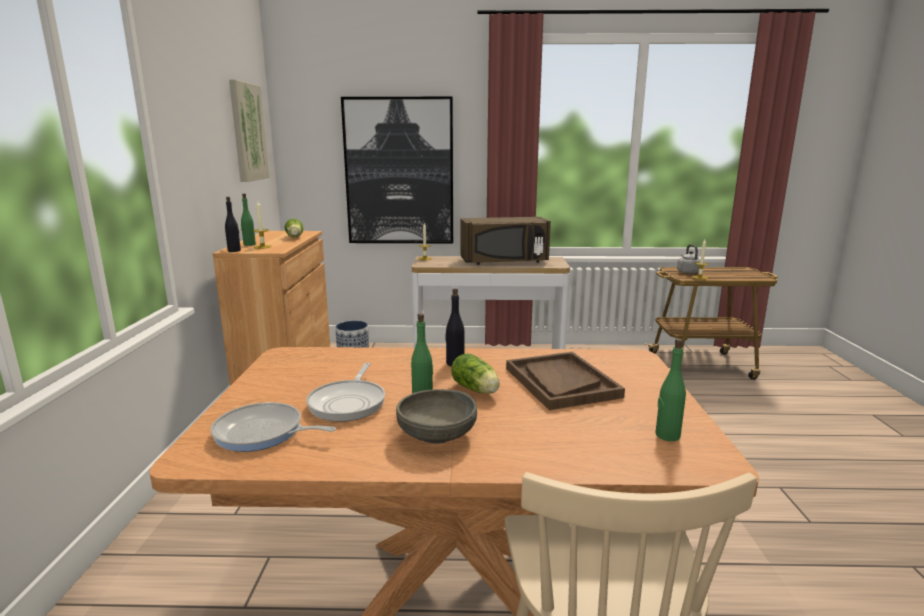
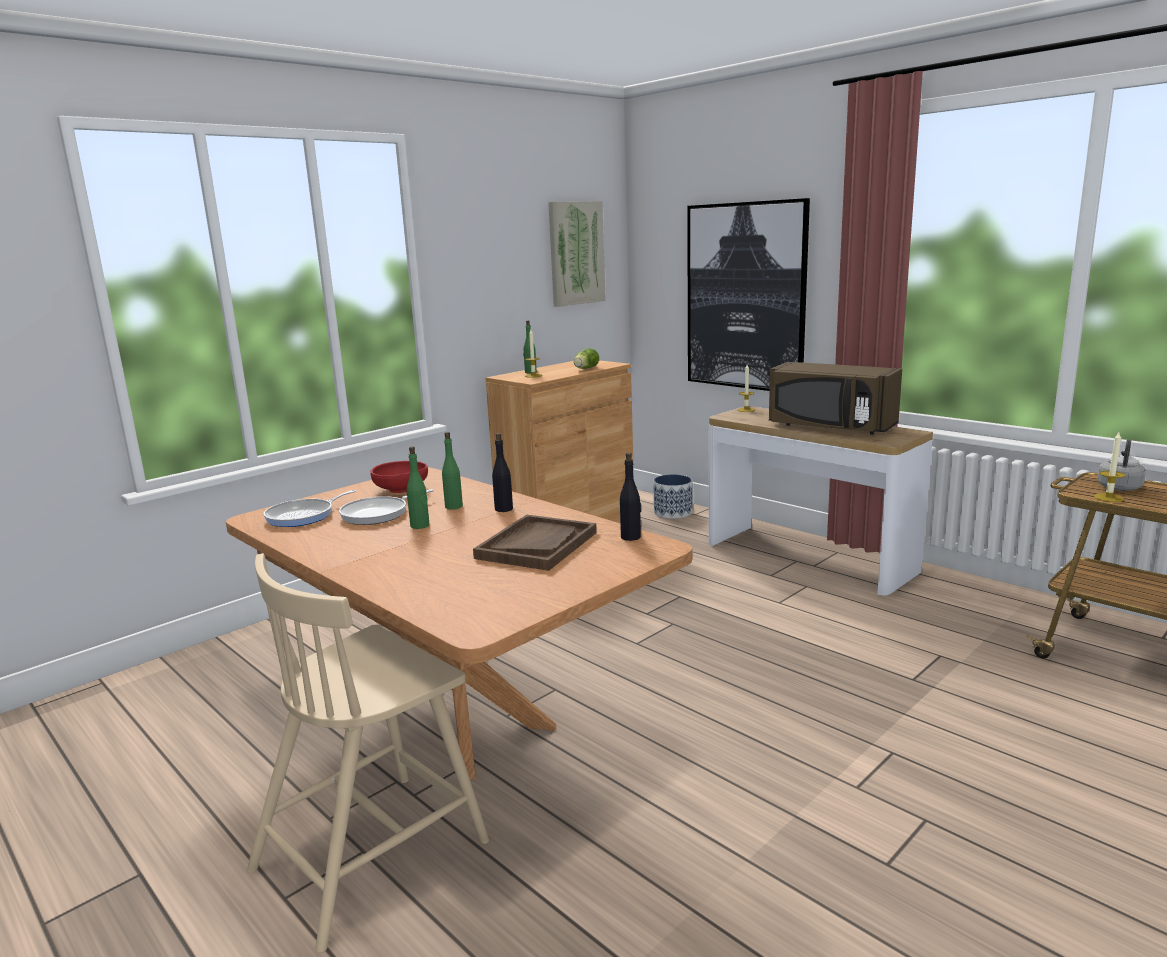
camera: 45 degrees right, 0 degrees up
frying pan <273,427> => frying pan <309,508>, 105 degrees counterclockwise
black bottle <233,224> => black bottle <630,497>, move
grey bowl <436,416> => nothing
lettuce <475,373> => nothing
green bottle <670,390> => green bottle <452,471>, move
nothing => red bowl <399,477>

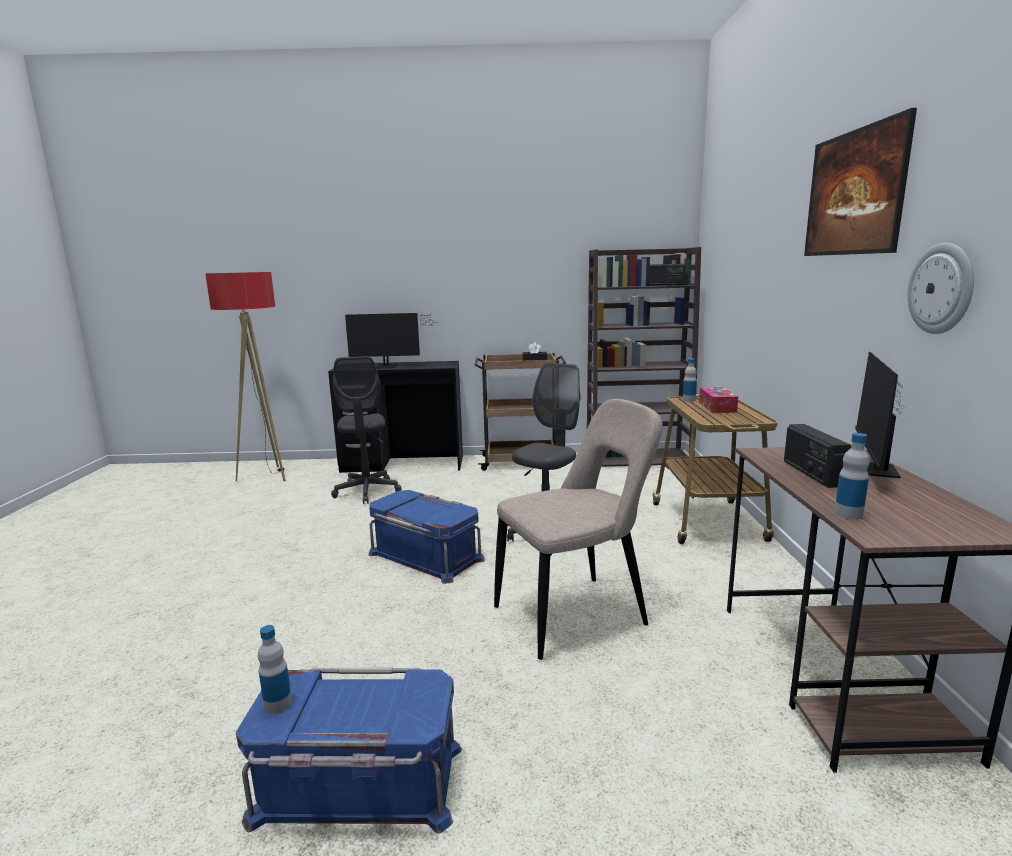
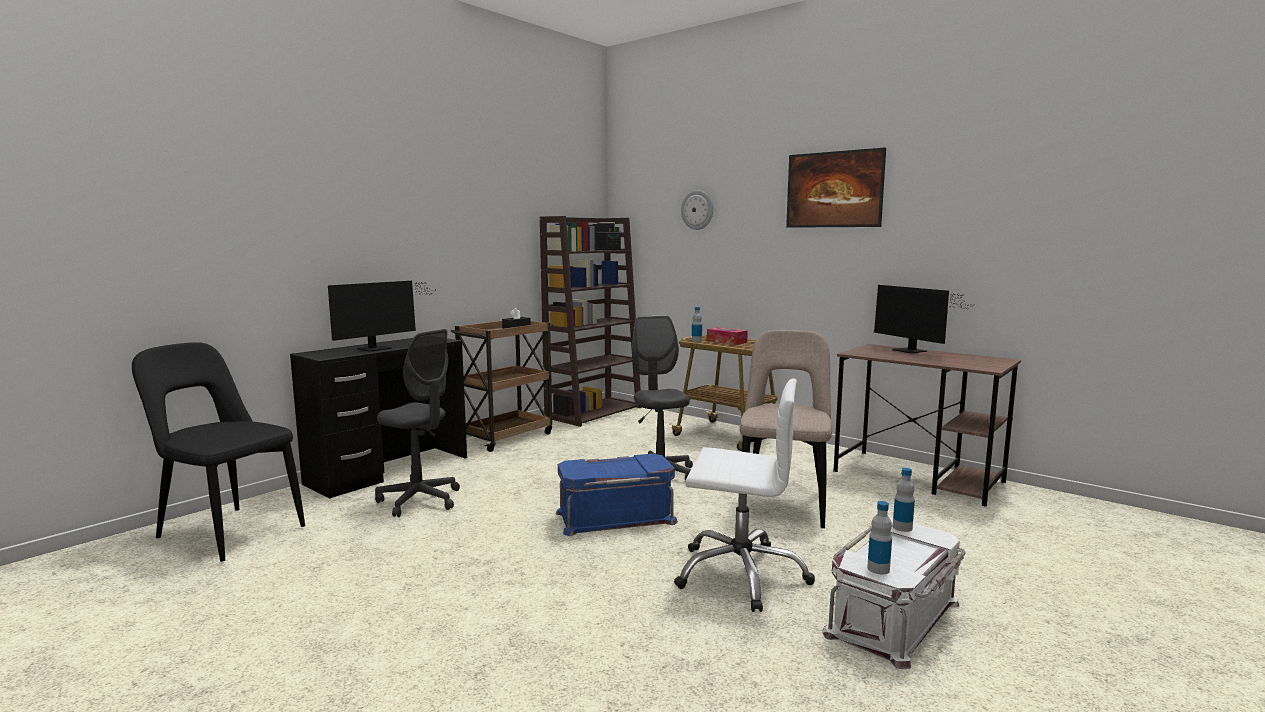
camera: 50 degrees left, 5 degrees down
floor lamp <245,376> => black chair <218,452>
blue storage box <349,751> => white storage box <894,594>
radio <817,456> => nothing
bottle <852,476> => bottle <904,500>, move
wall clock <941,288> => wall clock <697,210>, move
nothing => white office chair <744,495>

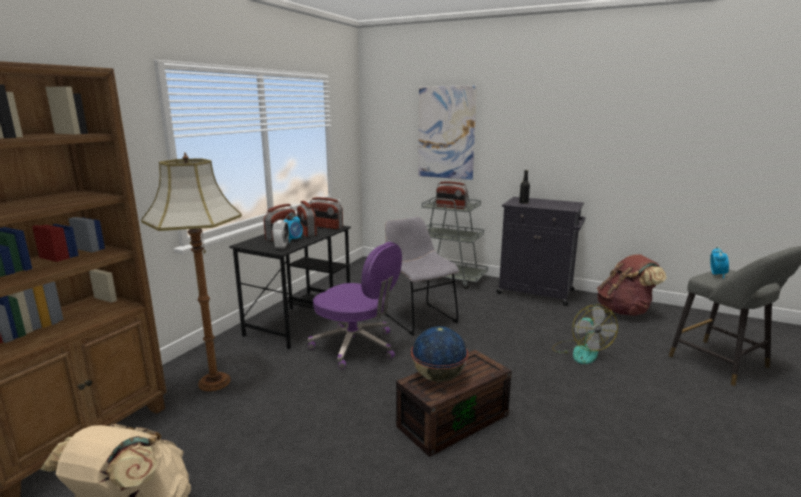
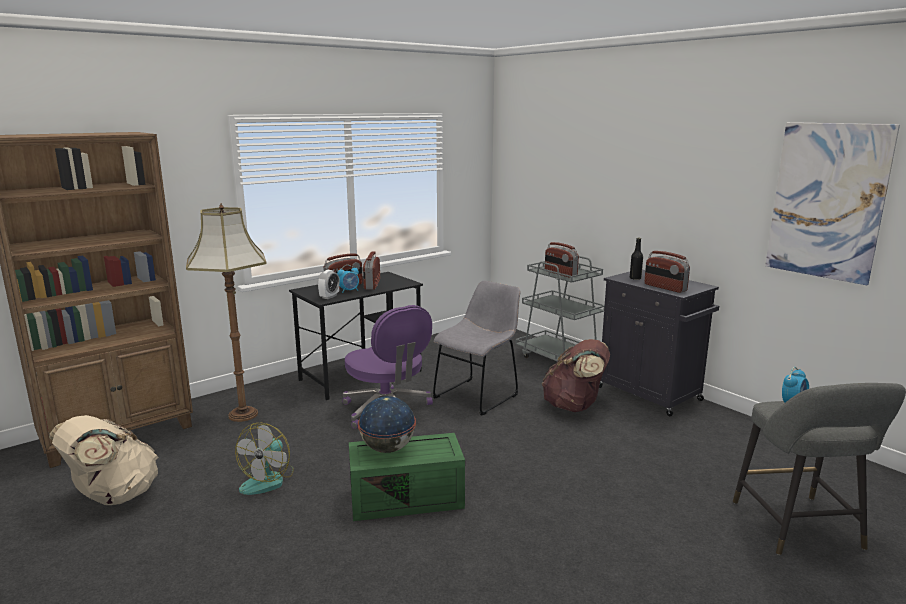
camera: 25 degrees right, 0 degrees up
radio <326,213> => radio <667,272>, move
grey chair <422,276> => grey chair <476,348>, 45 degrees clockwise
brown storage box <454,403> => green storage box <407,477>
picture <447,132> => picture <832,203>, move
fan <585,334> => fan <264,459>, move
brown backpack <632,285> => brown backpack <576,375>, move

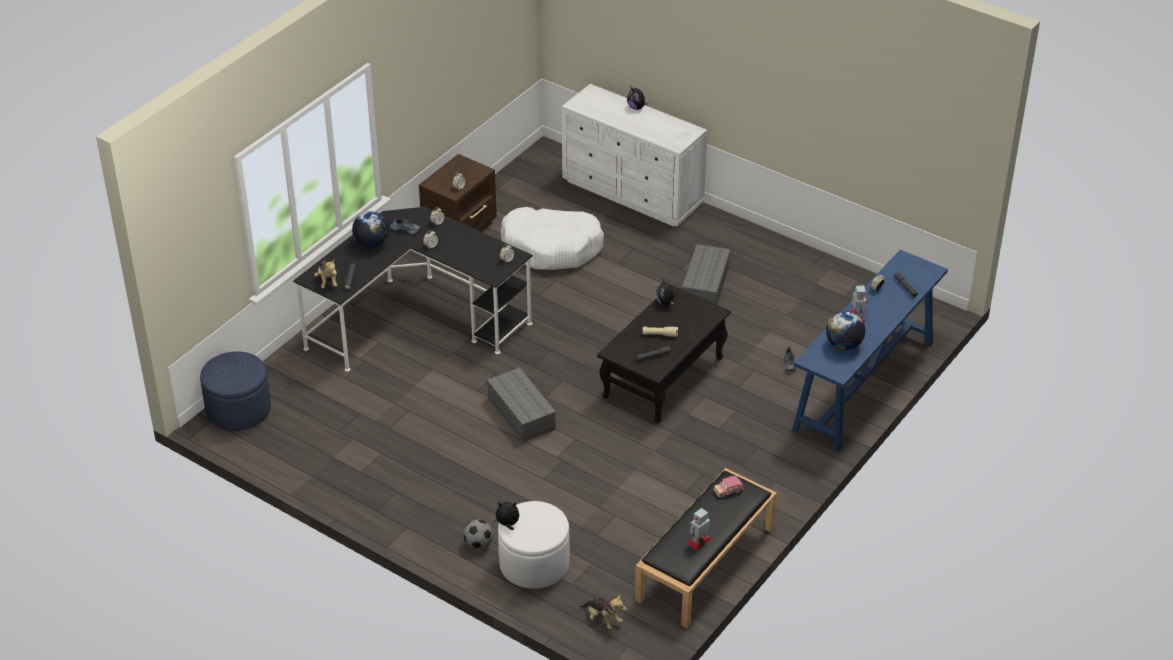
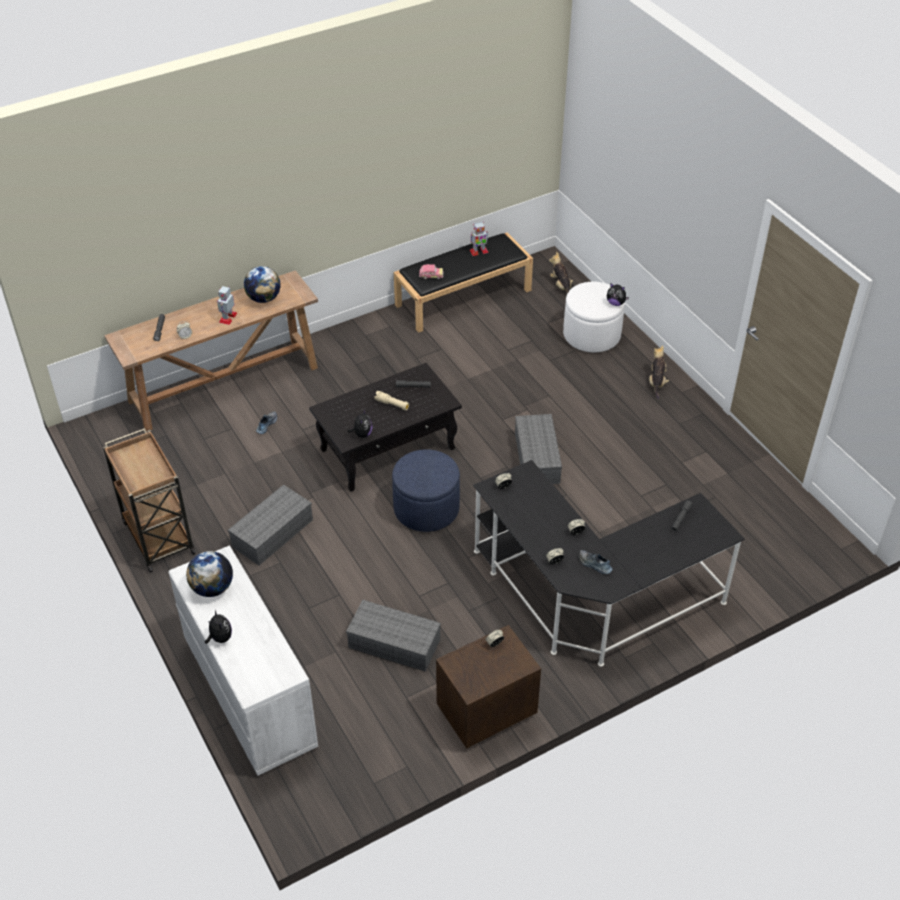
camera: 155 degrees left, 5 degrees up
blue ottoman <235,391> => blue ottoman <426,490>, move
plush toy <325,273> => plush toy <659,372>, move
globe <370,229> => globe <209,574>, move
football <478,534> => nothing
white dog bed <552,238> => grey storage box <393,636>
blue console table <870,351> => brown console table <211,350>
nothing => brown cart <149,500>

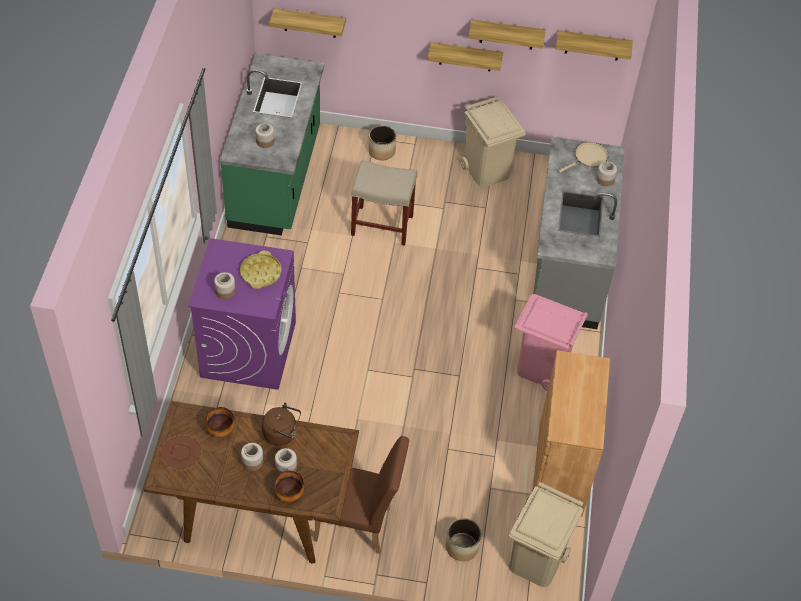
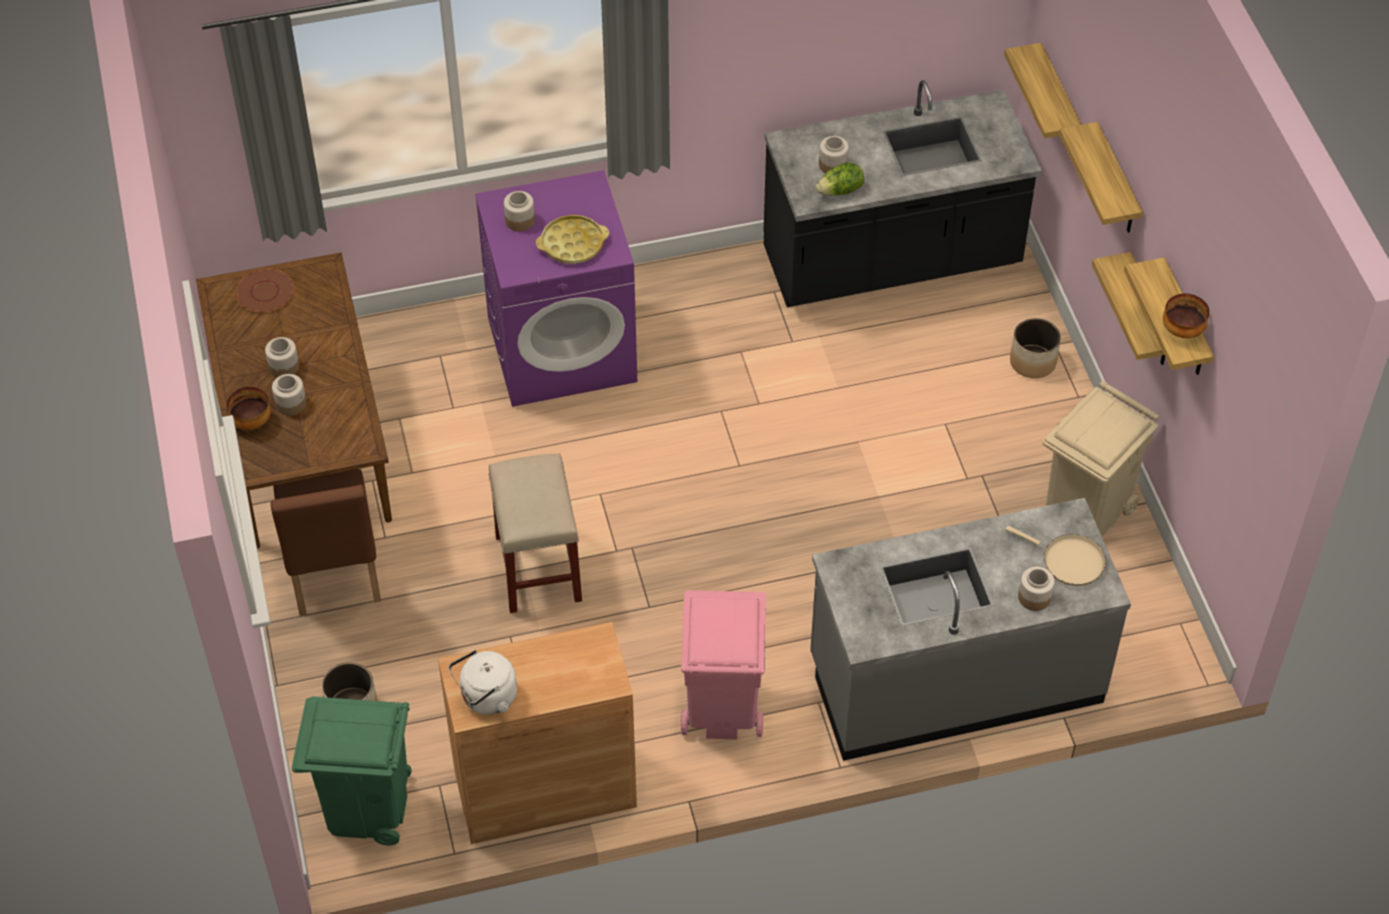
camera: 70 degrees right, 0 degrees up
bowl <220,422> => bowl <1186,316>, move
green counter <272,145> => black counter <903,193>
brown kettle <281,424> => nothing
beige stool <384,203> => beige stool <535,533>, move
beige trash can <546,534> => green trash can <352,771>
shelf <594,45> => shelf <1101,177>, move
nothing => white kettle <483,682>
nothing => lettuce <840,179>

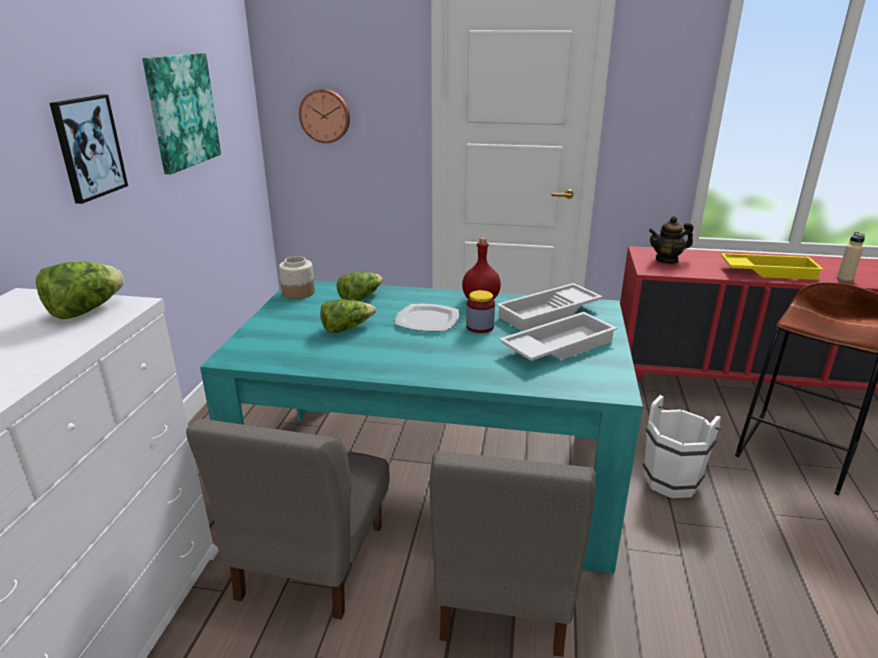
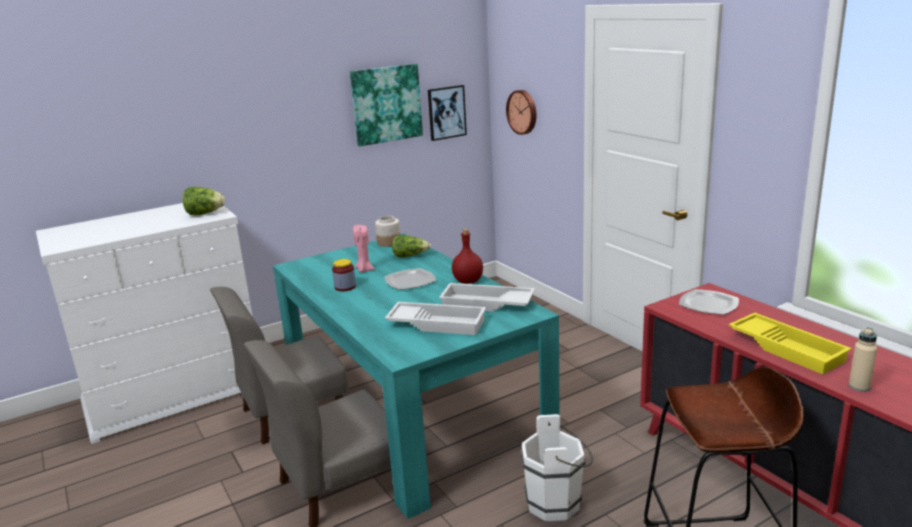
camera: 50 degrees right, 5 degrees down
picture <88,149> => picture <447,113>, move
lettuce <348,316> => pink candle <364,249>
jar <480,311> => jar <344,275>, move
teapot <671,240> => plate <709,302>

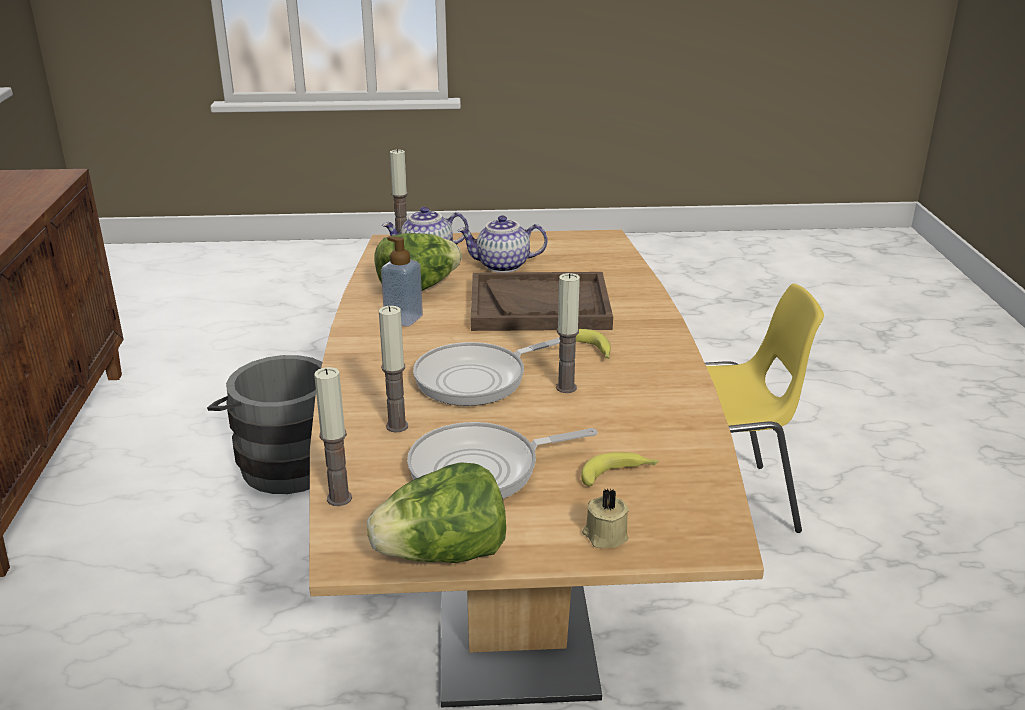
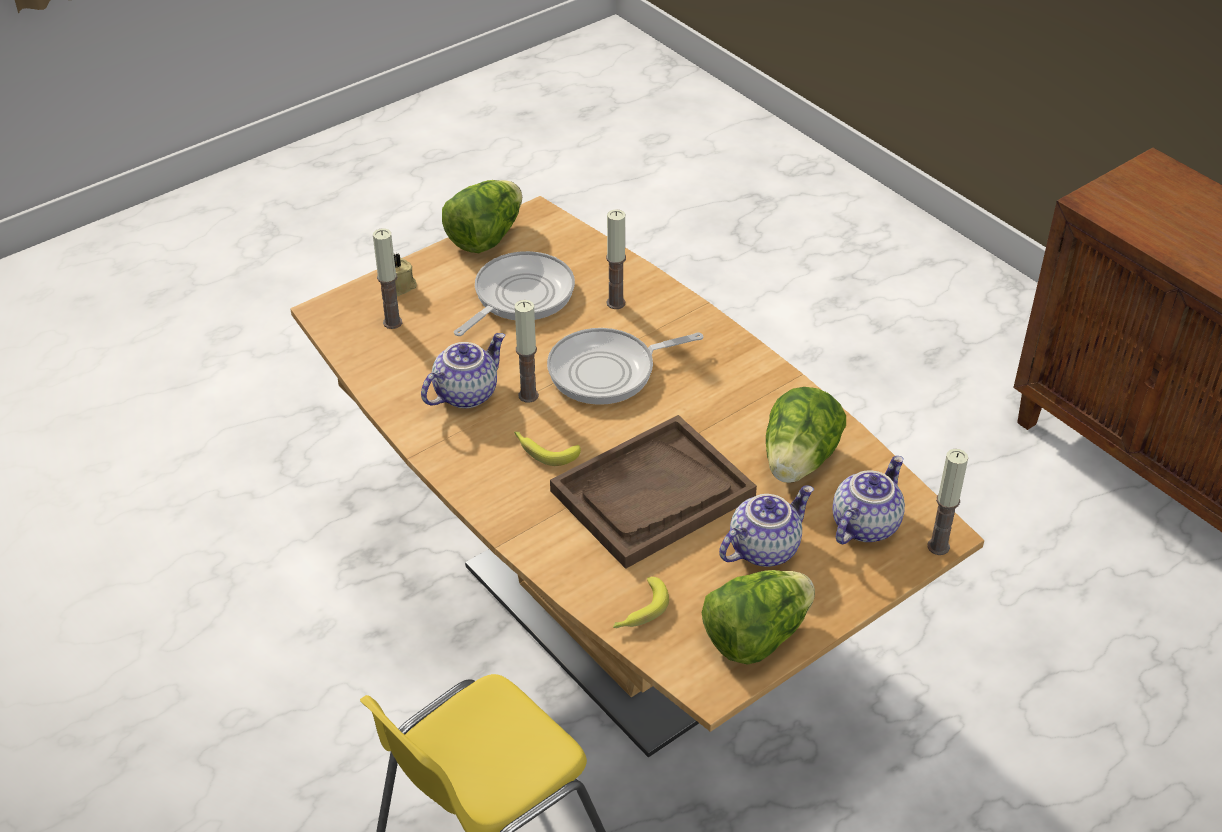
camera: 145 degrees right, 15 degrees up
grey bucket <264,424> => nothing
candle <333,436> => candle <387,278>, move
soap dispenser <402,281> => nothing
frying pan <486,371> => frying pan <625,366>, 135 degrees counterclockwise
banana <620,469> => banana <641,602>, move
nothing => teapot <463,370>
nothing => lettuce <758,617>

